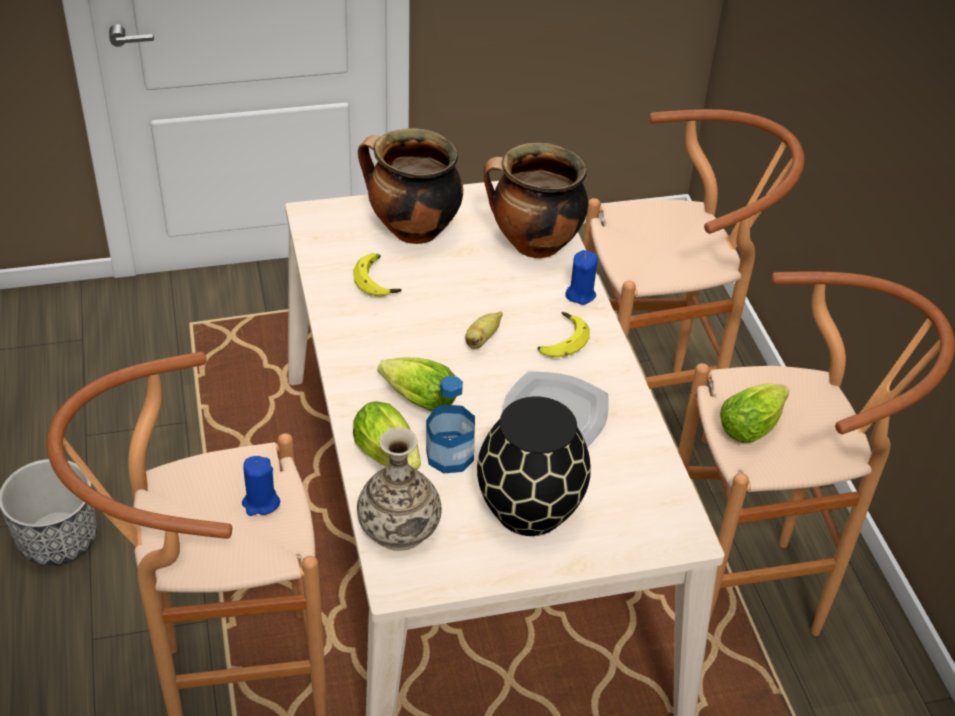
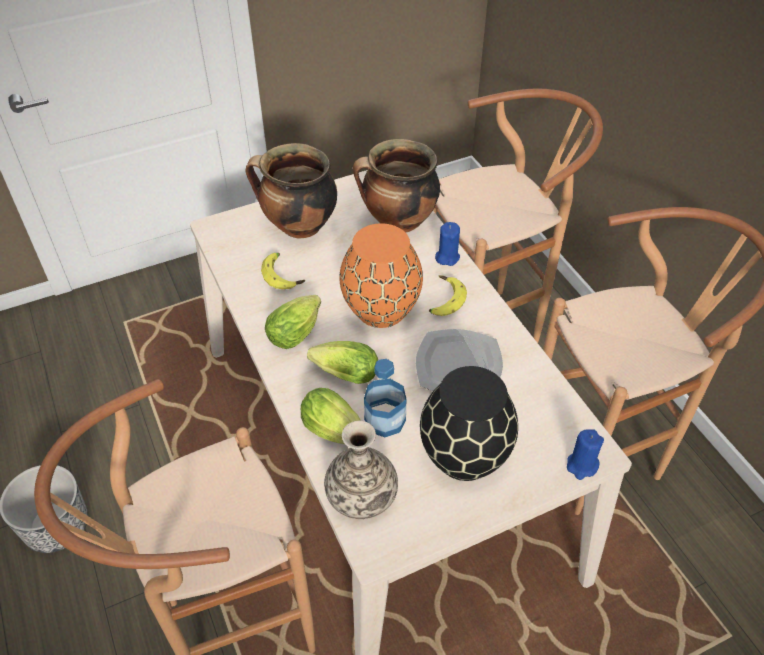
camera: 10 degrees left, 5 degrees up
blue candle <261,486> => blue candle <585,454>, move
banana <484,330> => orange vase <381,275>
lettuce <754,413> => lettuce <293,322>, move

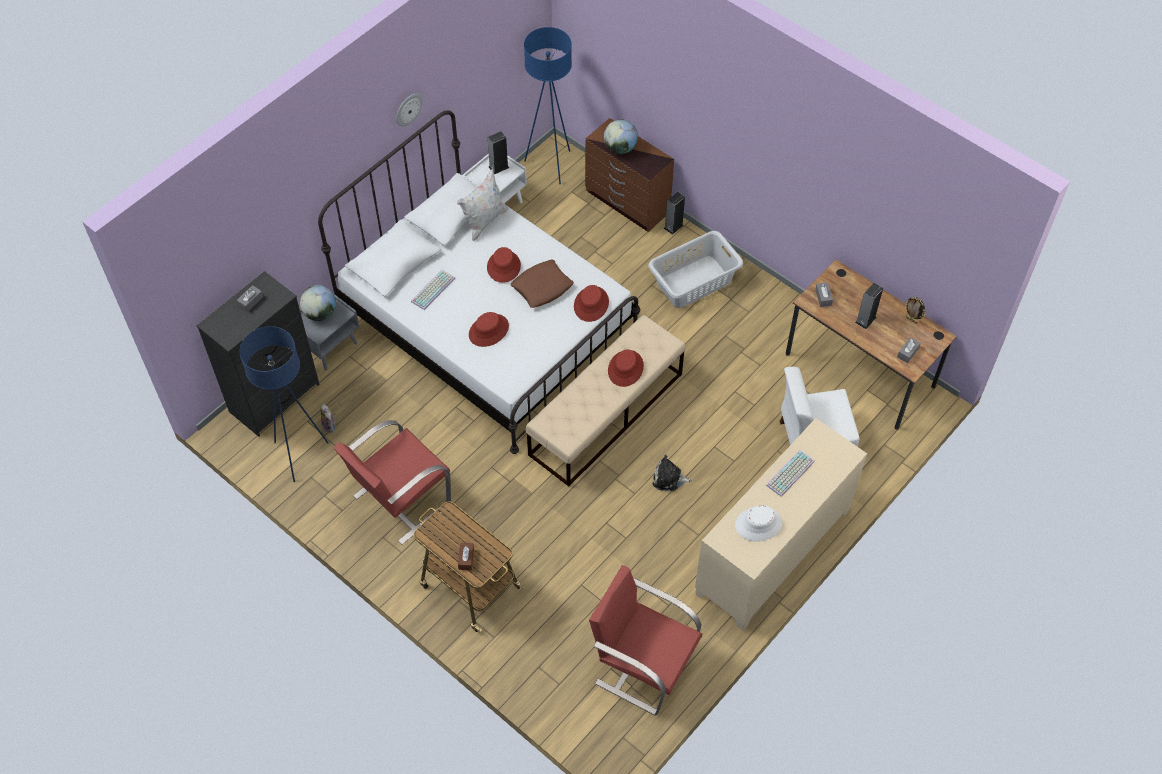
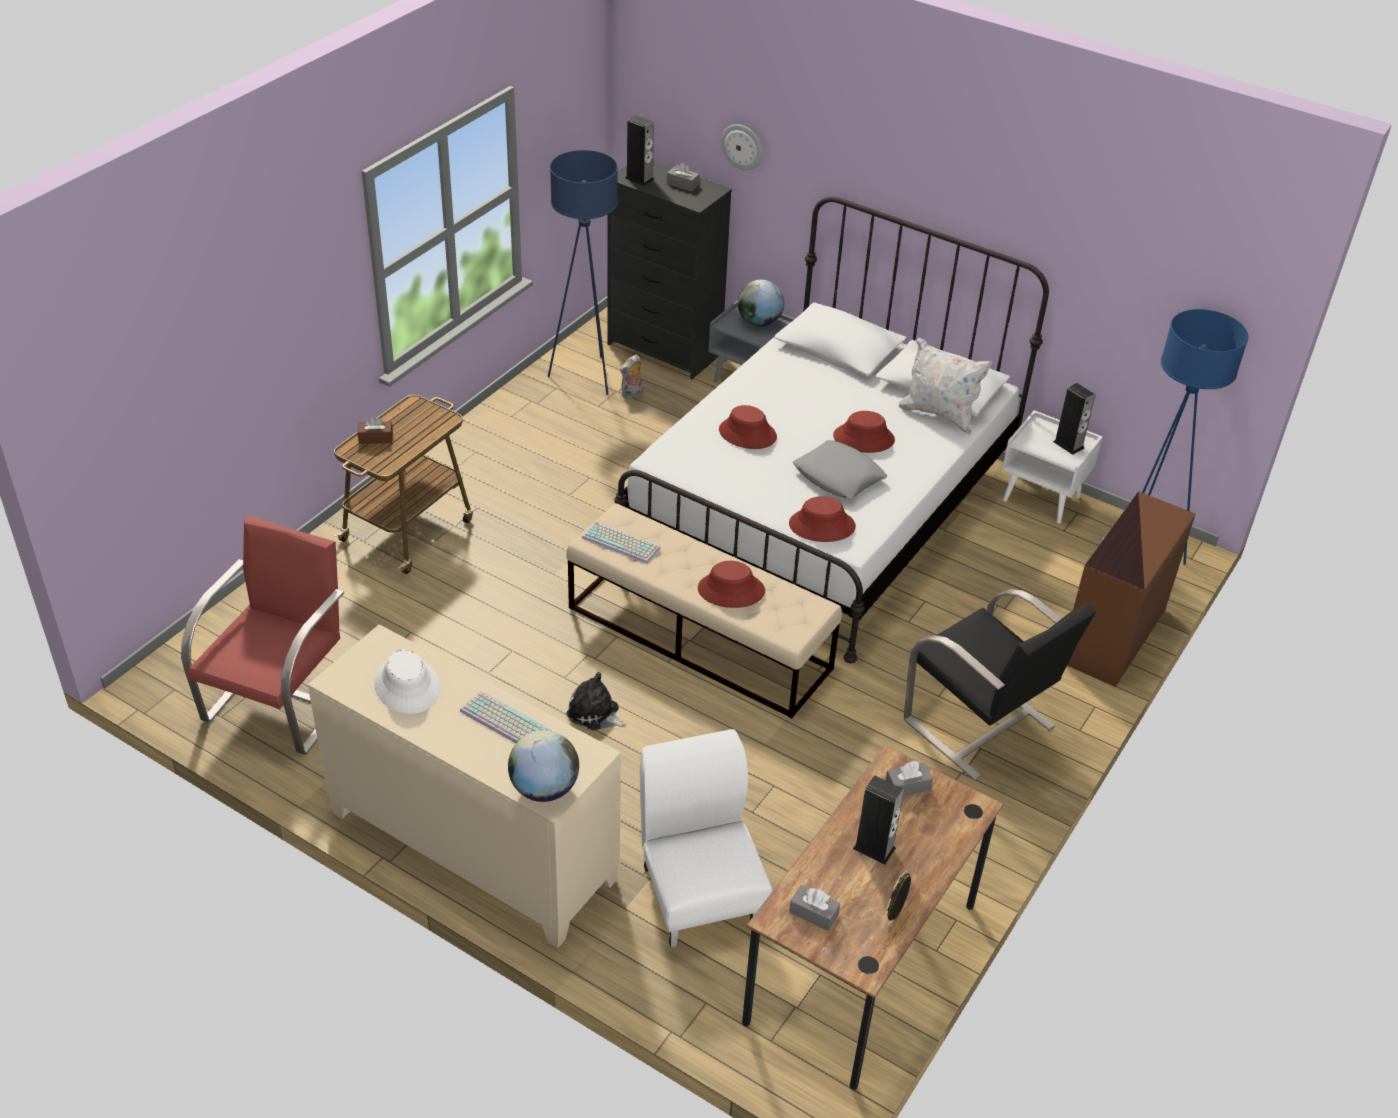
camera: 80 degrees right, 15 degrees down
red armchair <392,482> => nothing
wall clock <409,110> => wall clock <742,147>, move
keyboard <433,290> => keyboard <621,542>, move
brown pillow <542,283> => grey pillow <840,469>
globe <621,136> => globe <543,766>, move
grey laundry basket <695,269> => black armchair <1000,684>
plush toy <672,473> => plush toy <596,701>, 60 degrees counterclockwise
speaker <674,213> => speaker <640,150>, move

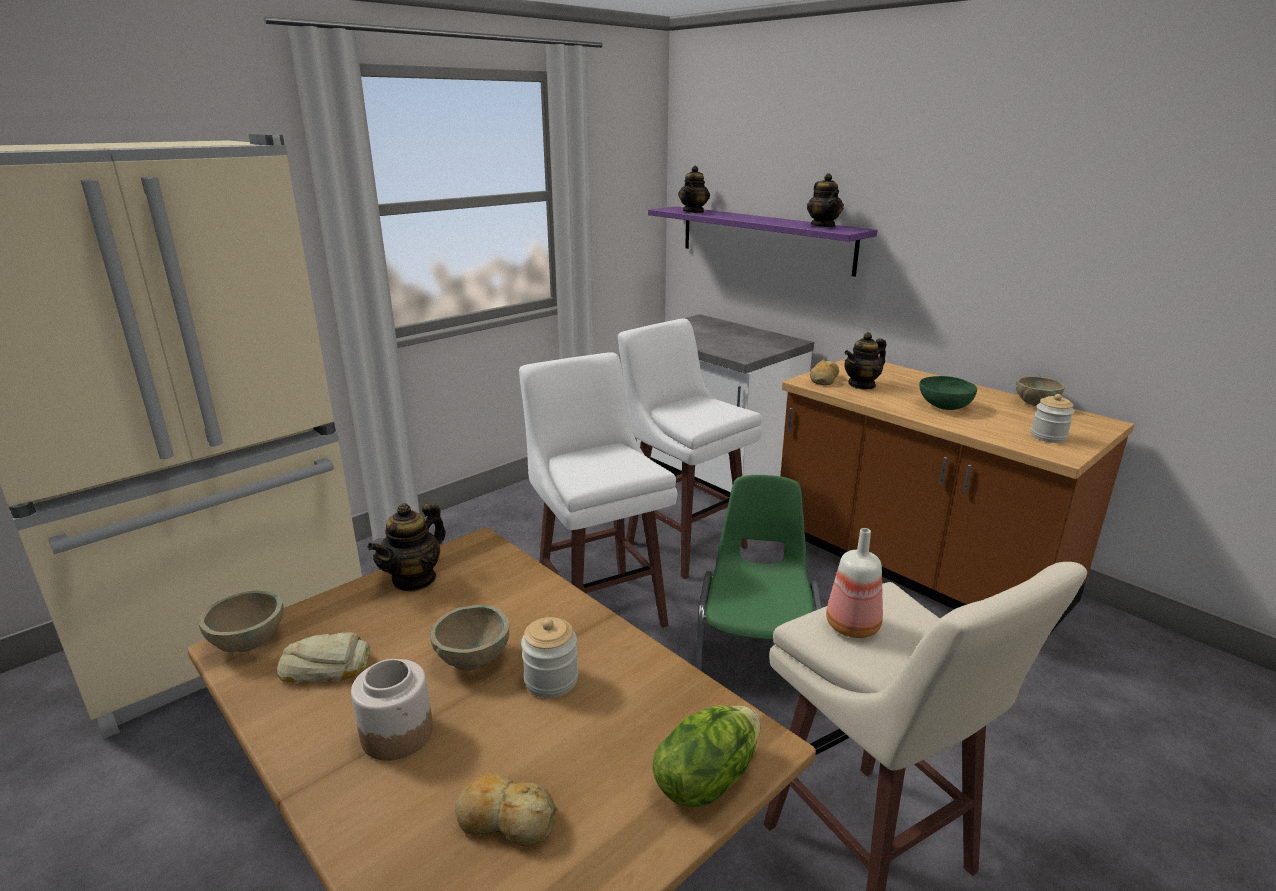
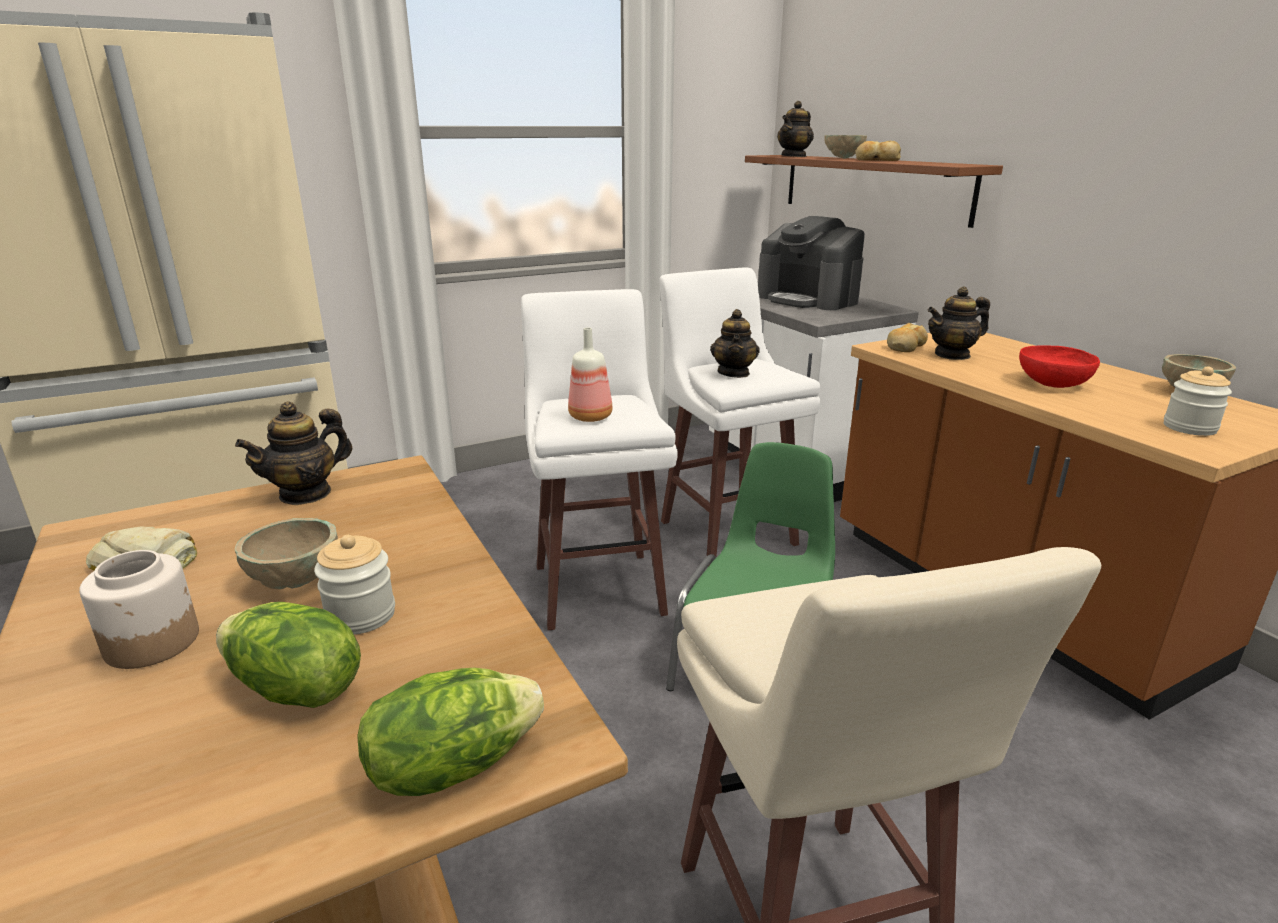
camera: 15 degrees right, 0 degrees up
beige bowl <241,621> => beige bowl <845,146>, move
bread <506,809> => bread <878,151>, move
purple shelf <762,241> => brown shelf <874,191>
teapot <825,200> => teapot <735,343>, move
bottle <854,583> => bottle <590,374>, move
green bowl <948,393> => red bowl <1059,366>
nothing => lettuce <288,655>
nothing => coffee machine <811,263>

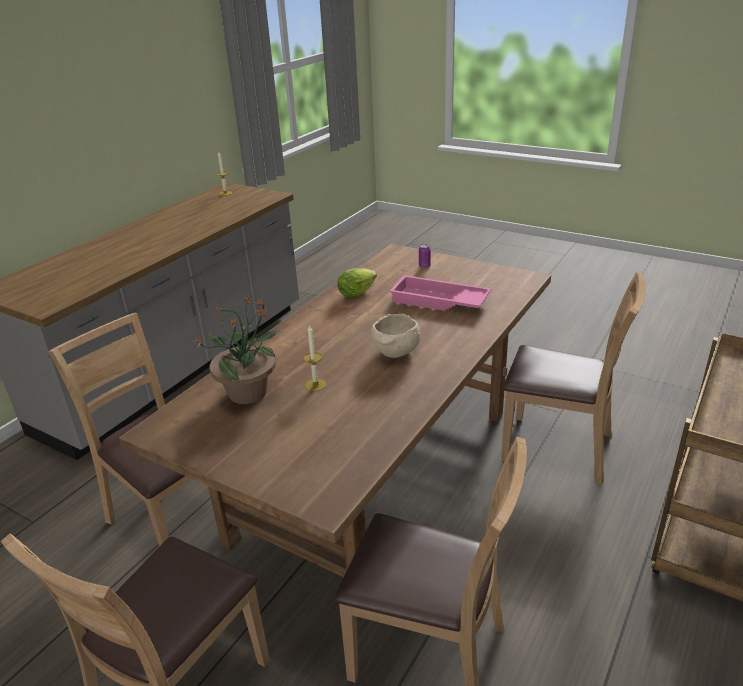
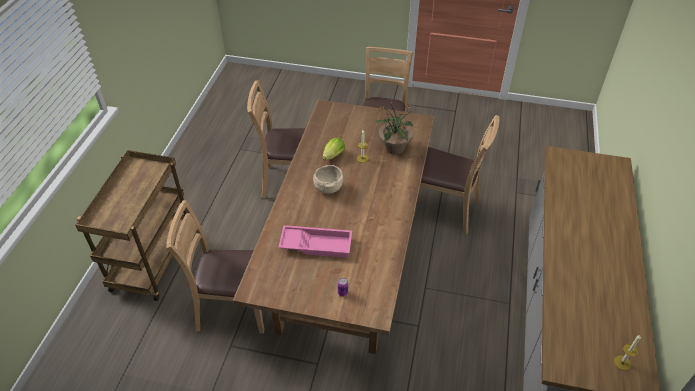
camera: 160 degrees right, 15 degrees up
lettuce <357,282> => lettuce <333,149>, move

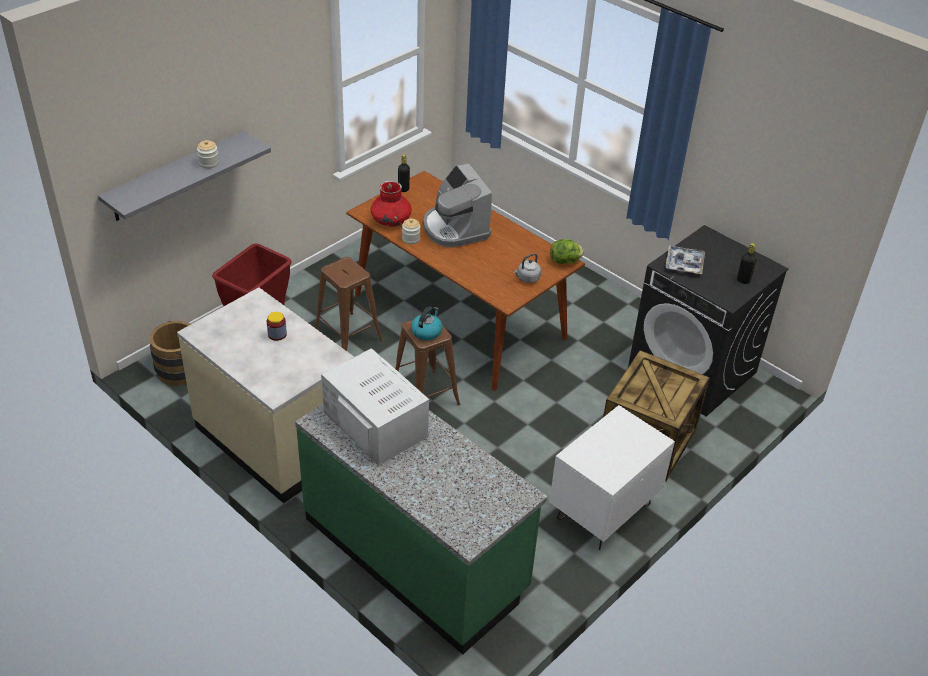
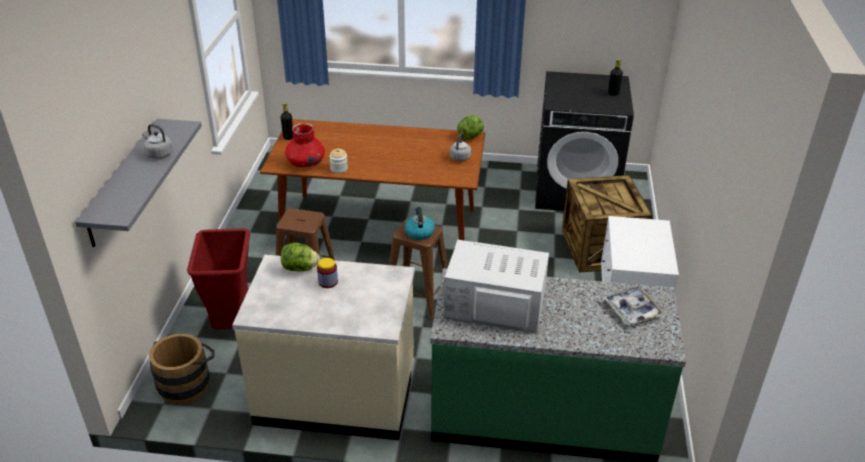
camera: 35 degrees left, 5 degrees down
jar <208,154> => grey kettle <157,141>
coffee machine <457,205> => nothing
tray <685,260> => tray <634,305>, move
nothing => lettuce <300,257>

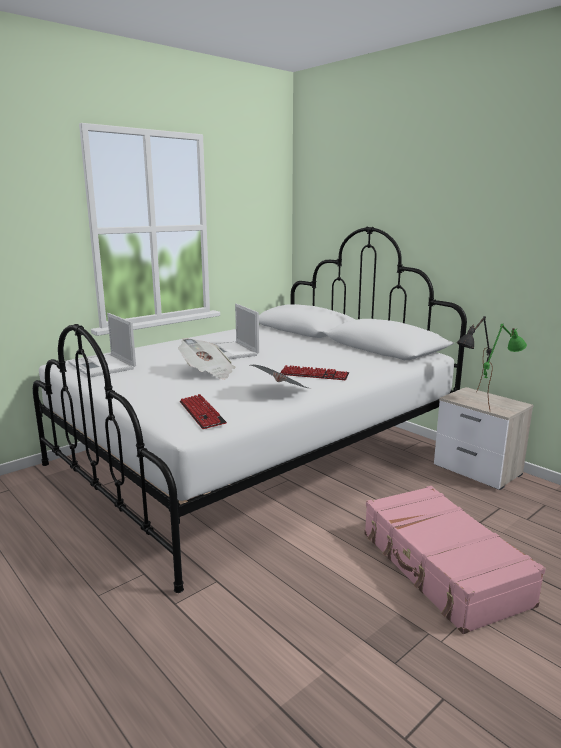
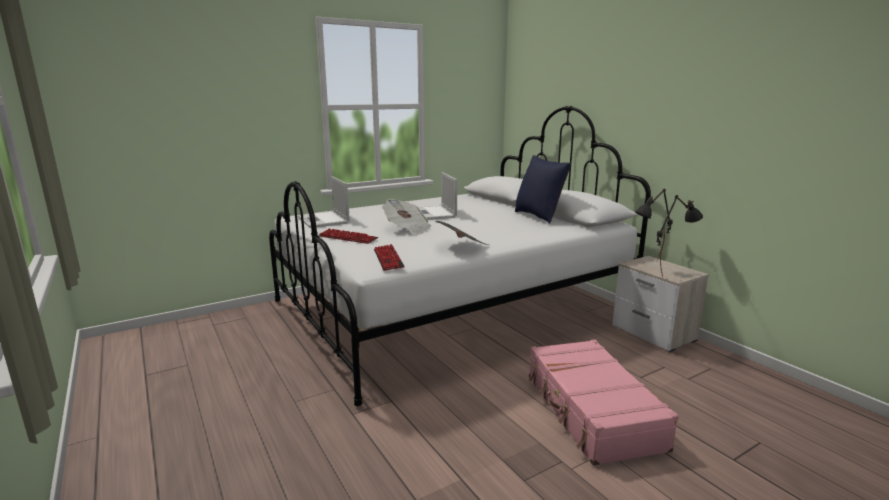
camera: 10 degrees right, 0 degrees up
keyboard <314,372> => keyboard <348,236>, move
green table lamp <505,367> => black table lamp <680,236>
nothing => blue pillow <543,189>

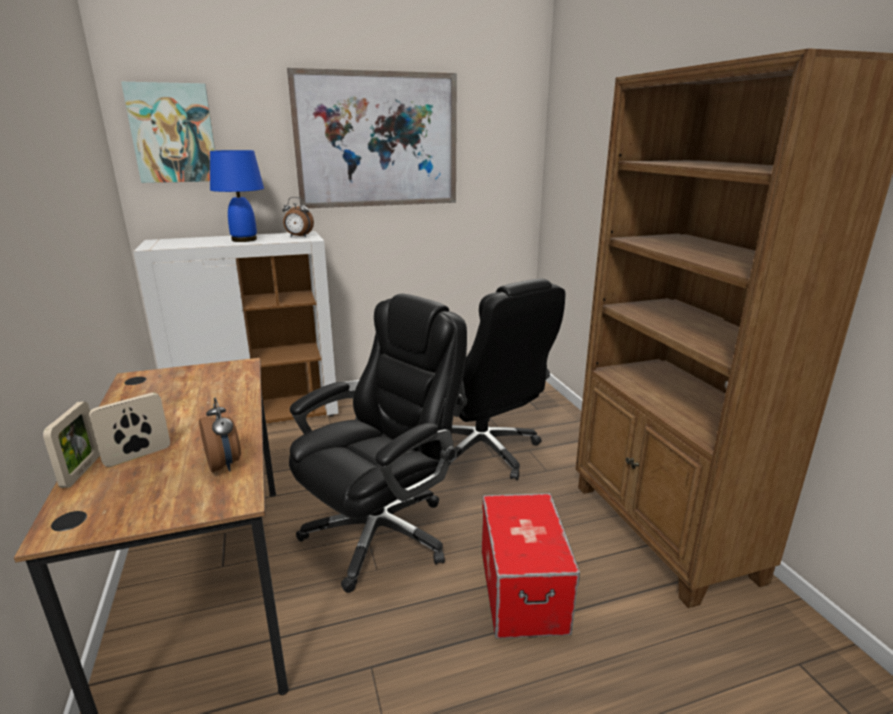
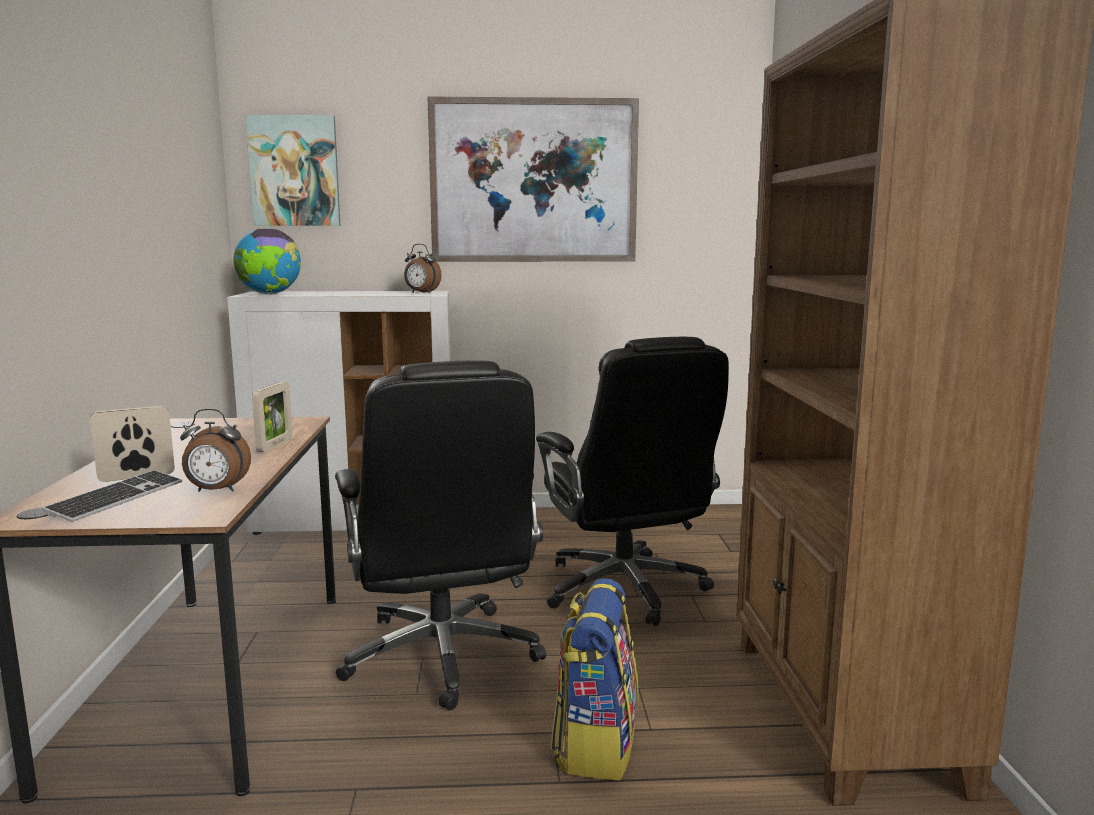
camera: 15 degrees right, 10 degrees down
picture frame <71,445> => picture frame <272,416>, move
alarm clock <220,434> => alarm clock <215,450>, 105 degrees clockwise
blue table lamp <237,196> => nothing
black office chair <378,443> => black office chair <440,535>, 105 degrees clockwise
storage box <531,565> => backpack <595,679>
nothing => keyboard <112,496>
nothing => globe <267,261>

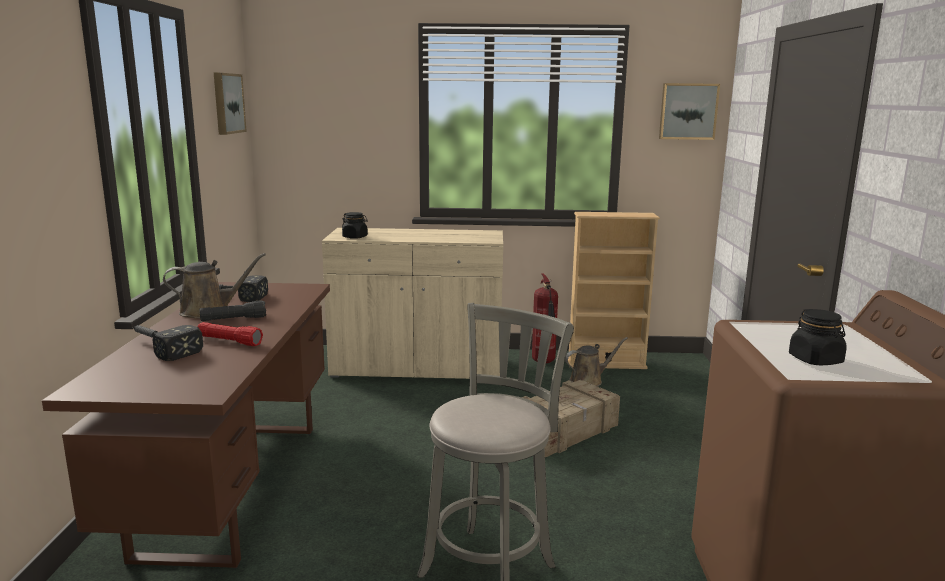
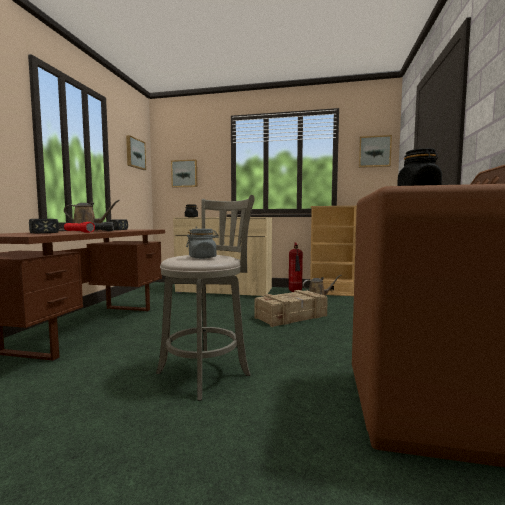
camera: 10 degrees right, 10 degrees down
nothing => picture <184,173>
nothing => grey jar <202,244>

